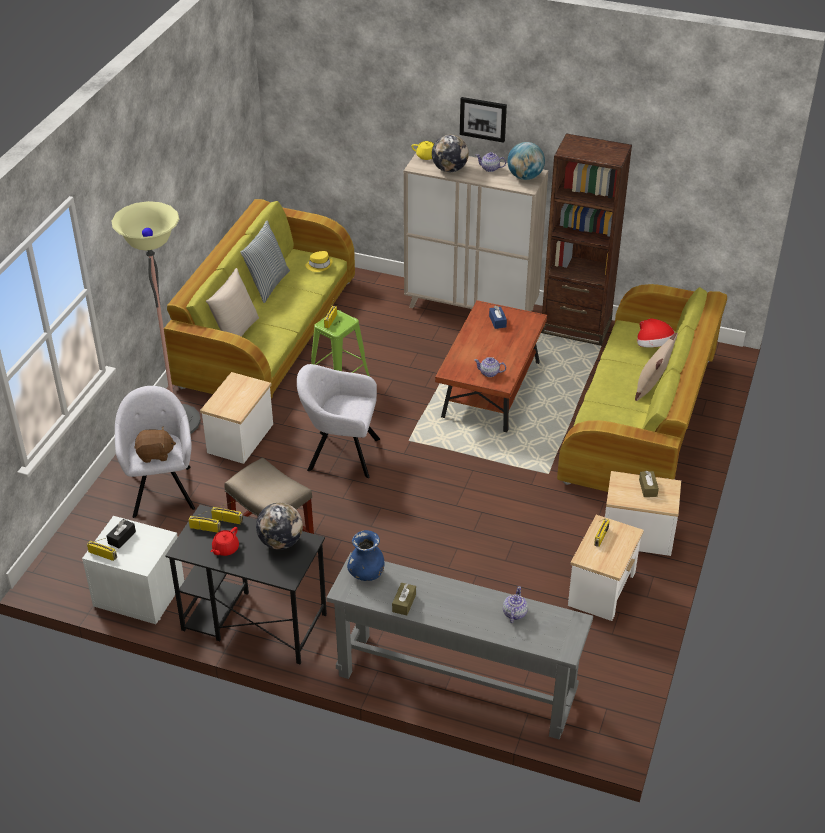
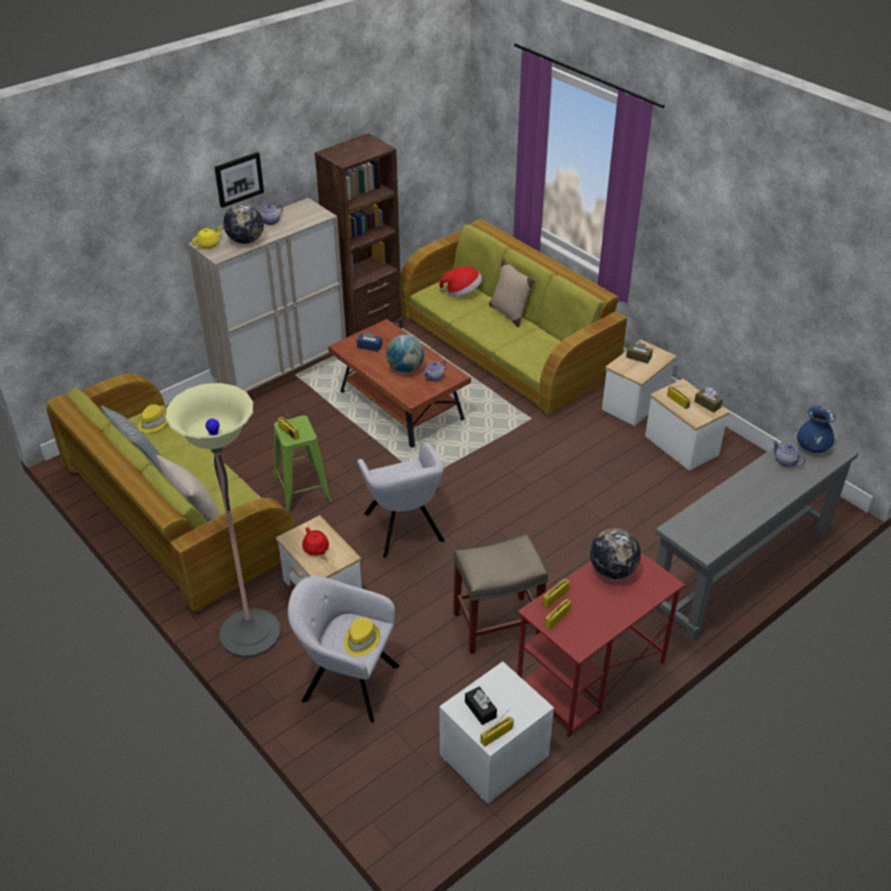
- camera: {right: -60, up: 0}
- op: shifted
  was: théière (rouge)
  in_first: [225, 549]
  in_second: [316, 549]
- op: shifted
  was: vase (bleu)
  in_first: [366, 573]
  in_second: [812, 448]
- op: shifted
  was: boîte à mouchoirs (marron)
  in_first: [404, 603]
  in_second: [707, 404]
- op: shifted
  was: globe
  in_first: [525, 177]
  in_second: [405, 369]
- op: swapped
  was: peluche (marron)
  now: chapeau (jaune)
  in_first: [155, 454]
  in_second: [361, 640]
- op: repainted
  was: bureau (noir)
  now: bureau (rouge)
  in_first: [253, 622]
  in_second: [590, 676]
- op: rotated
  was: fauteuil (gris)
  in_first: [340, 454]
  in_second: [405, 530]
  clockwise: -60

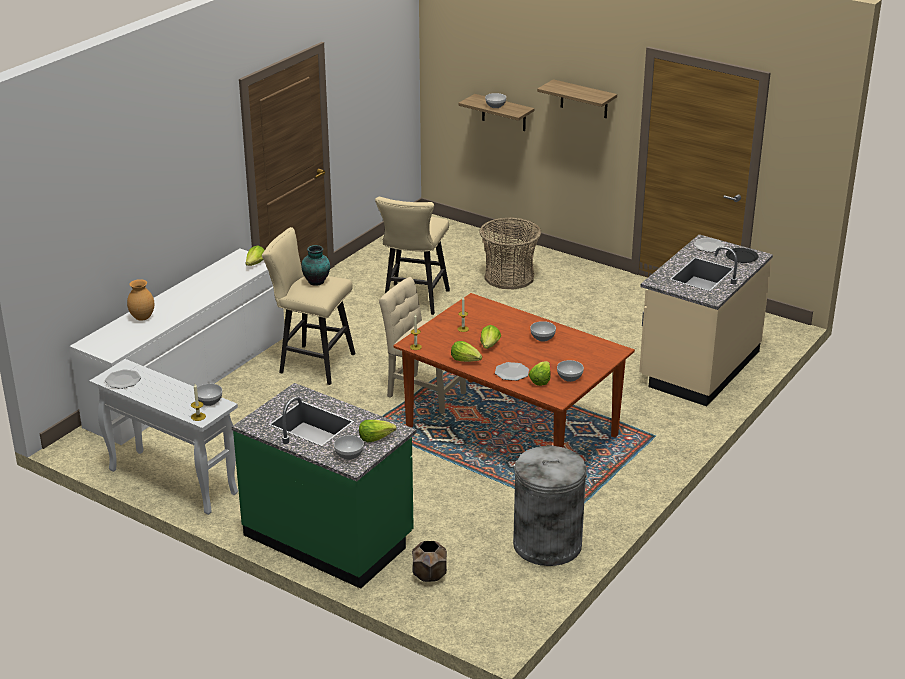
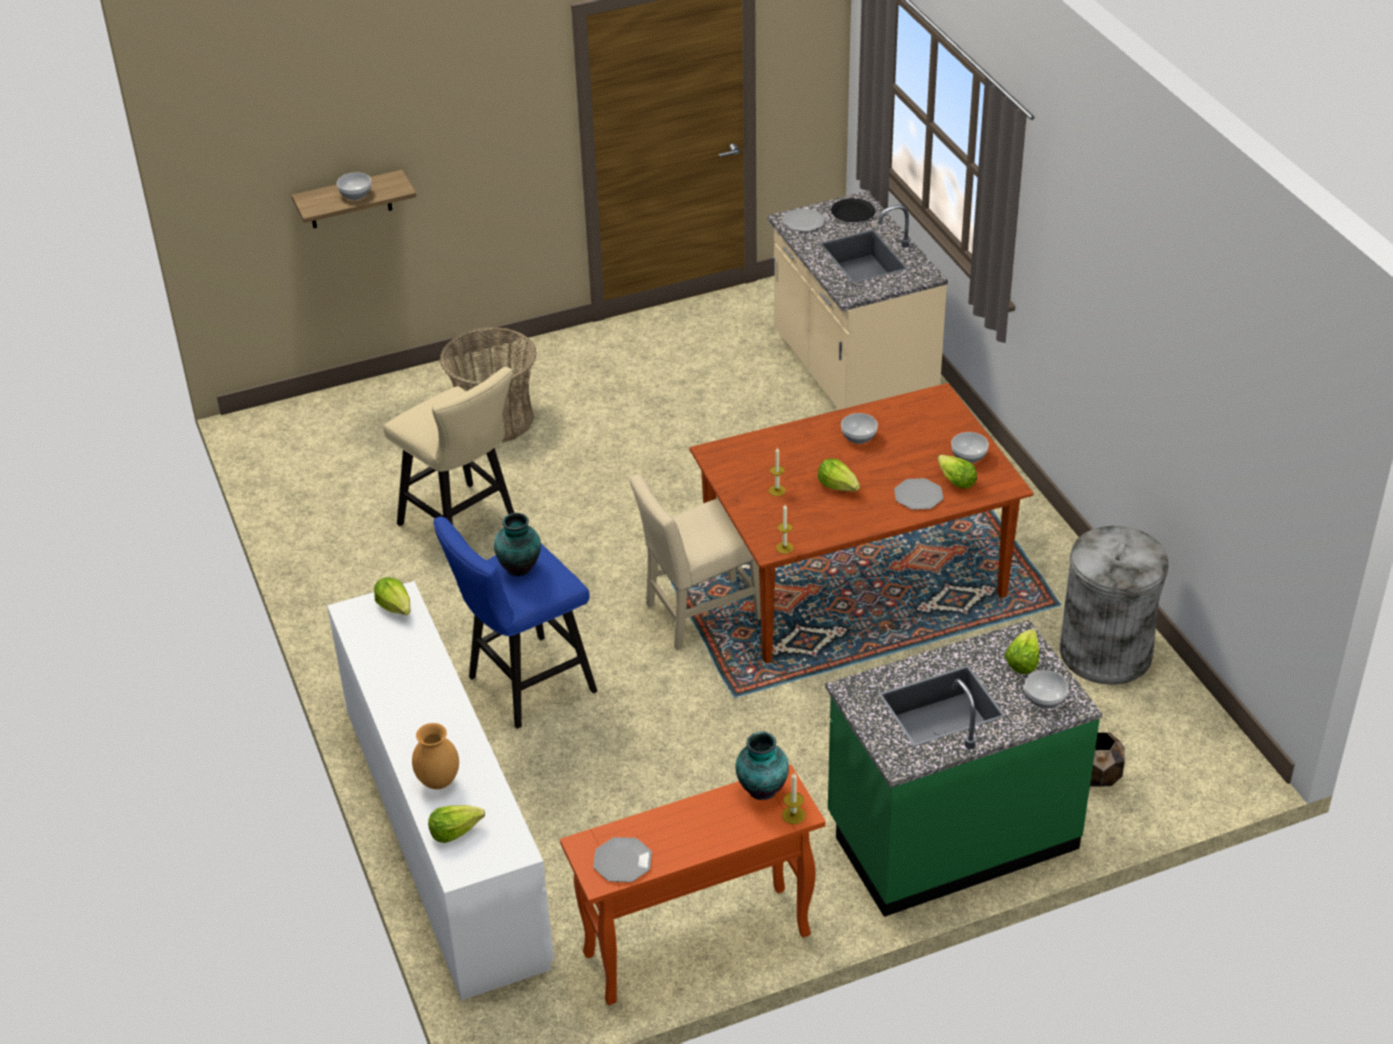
- camera: {right: -55, up: 10}
- op: gone
  was: étagère
  in_first: [584, 99]
- op: shifted
  was: laitue
  in_first: [466, 360]
  in_second: [455, 831]
- op: swapped
  was: bol
  now: vase
  in_first: [209, 401]
  in_second: [761, 790]
- op: repainted
  was: table console (blanc)
  now: table console (orange)
  in_first: [171, 481]
  in_second: [695, 946]
- op: repainted
  was: tabouret (beige)
  now: tabouret (bleu)
  in_first: [312, 363]
  in_second: [523, 687]

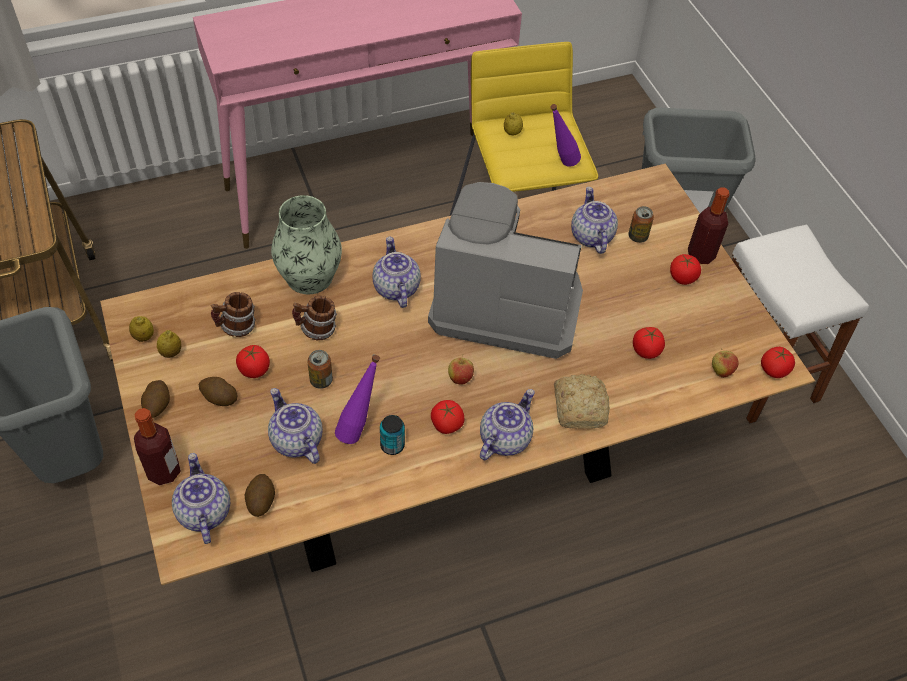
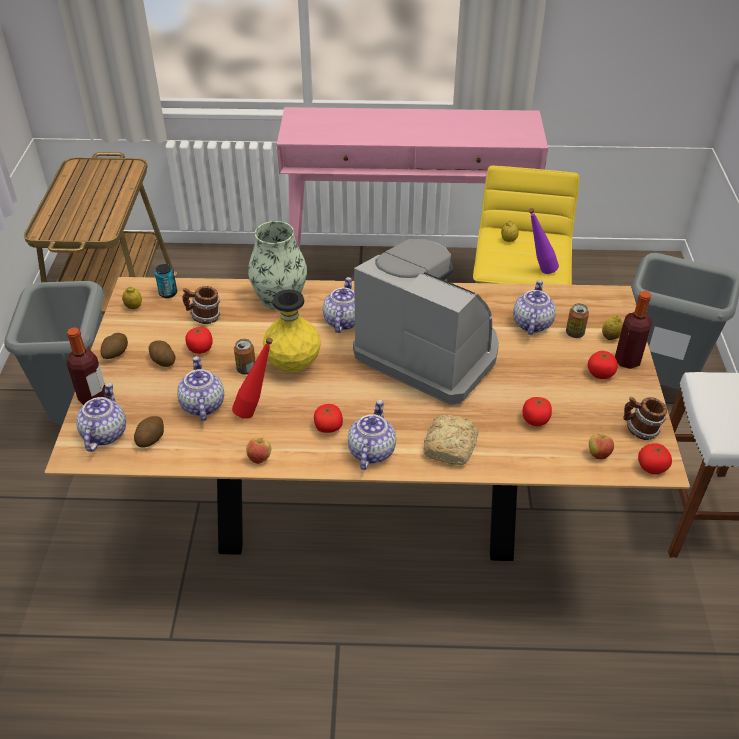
- camera: {right: 25, up: -10}
- op: new
  now: vase (jaune)
  in_second: [293, 365]
- op: shifted
  was: citron
  in_first: [171, 352]
  in_second: [610, 337]
- op: shifted
  was: mug
  in_first: [316, 330]
  in_second: [639, 430]
- op: shifted
  was: boîte métallique
  in_first: [392, 445]
  in_second: [168, 293]
- op: shifted
  was: pomme
  in_first: [460, 378]
  in_second: [260, 458]
- op: repainted
  was: bouteille (violet)
  now: bouteille (rouge)
  in_first: [359, 428]
  in_second: [256, 410]
- op: rotated
  was: théière
  in_first: [504, 438]
  in_second: [371, 451]
  clockwise: -45

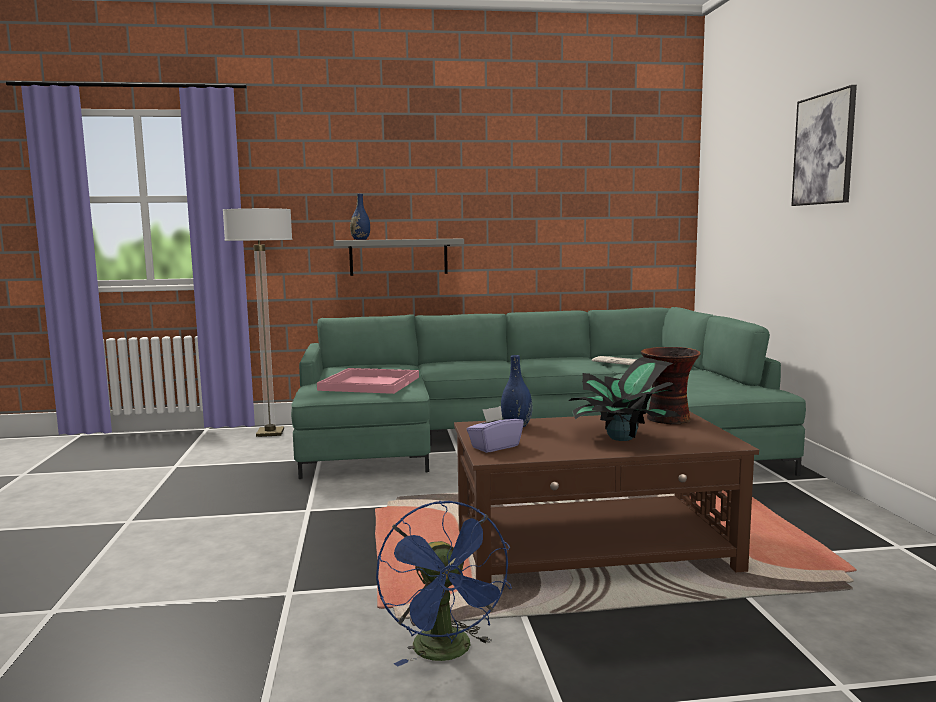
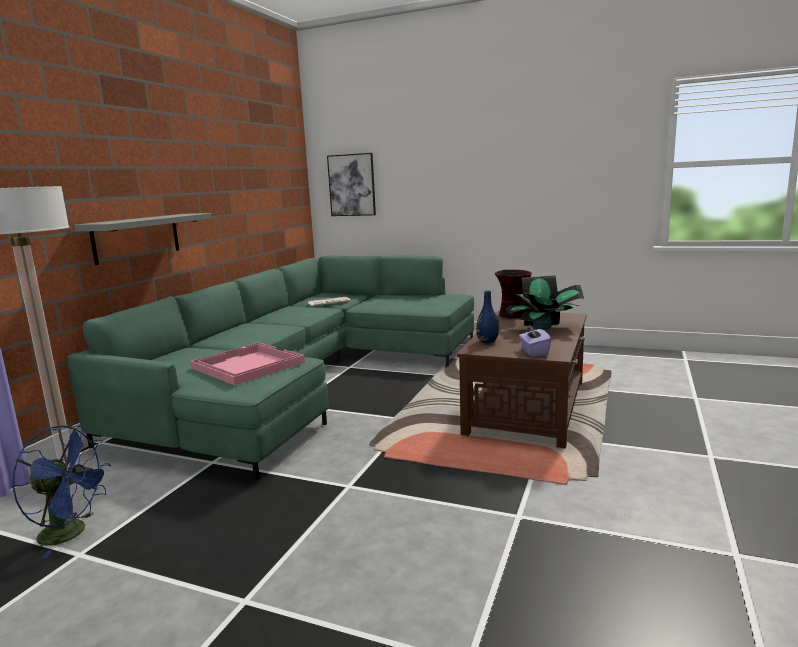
- camera: {right: -60, up: 5}
- op: gone
  was: vase (bleu)
  in_first: [360, 239]
- op: shifted
  was: ventilateur (bleu)
  in_first: [447, 653]
  in_second: [72, 533]
- op: shifted
  was: tableau
  in_first: [824, 149]
  in_second: [352, 185]

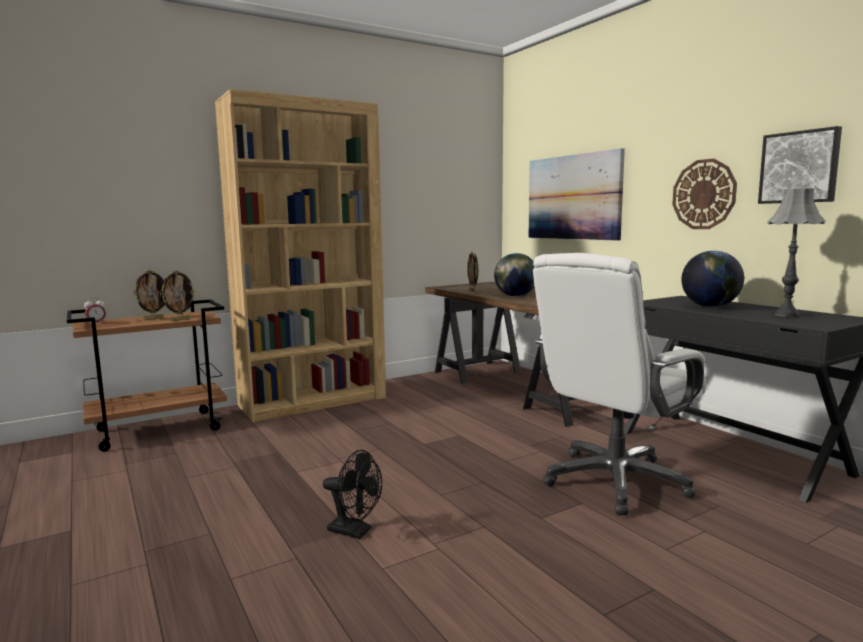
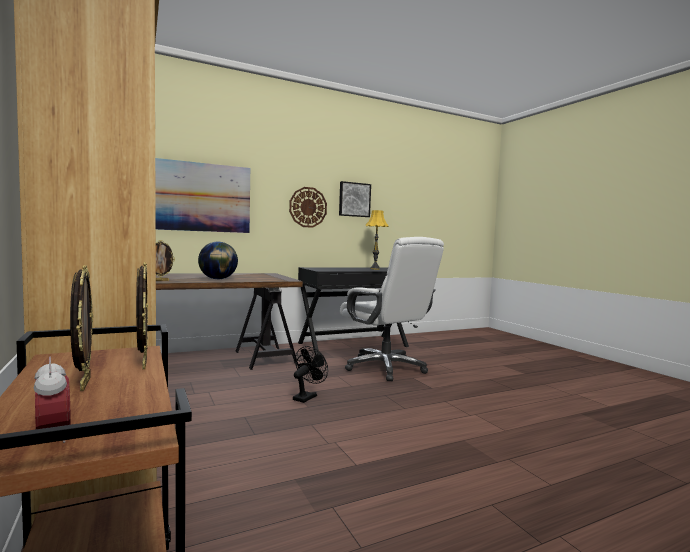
- camera: {right: -85, up: -5}
- op: gone
  was: globe
  in_first: [710, 306]
- op: shifted
  was: ventilateur (noir)
  in_first: [355, 531]
  in_second: [307, 397]
- op: repainted
  was: lampe de table (gris)
  now: lampe de table (jaune)
  in_first: [786, 315]
  in_second: [375, 269]

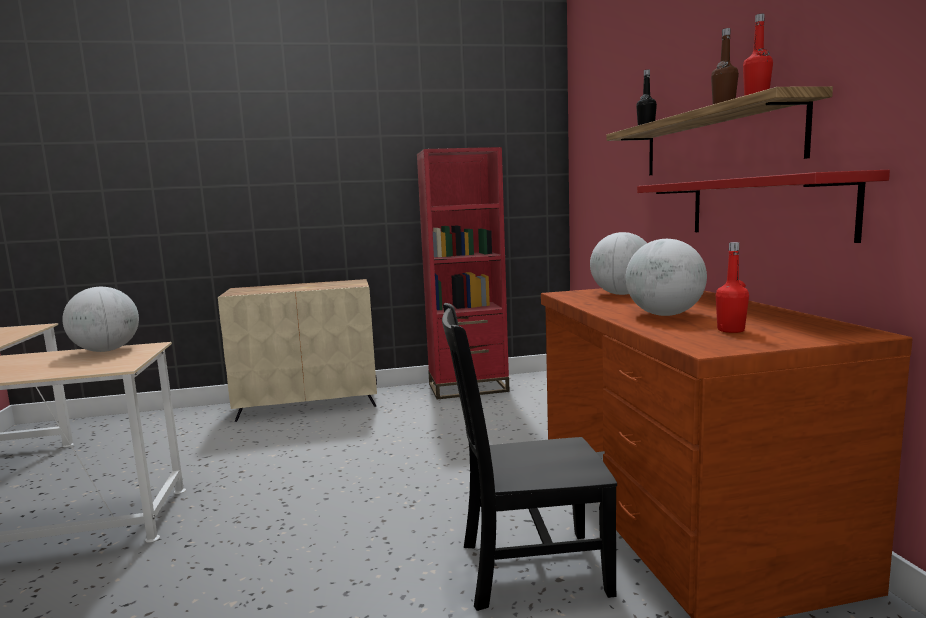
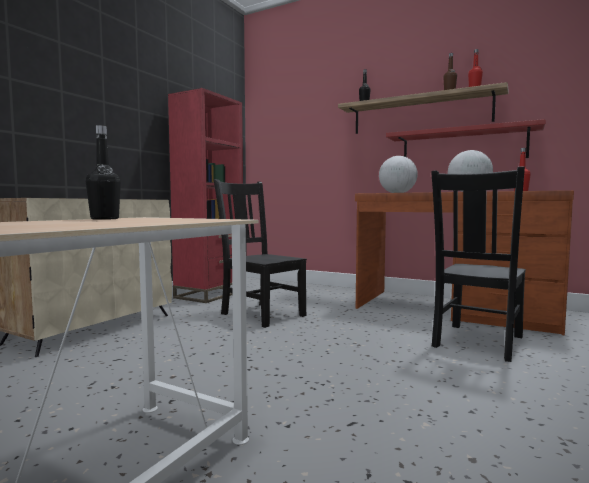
- camera: {right: -50, up: -5}
- op: new
  now: chaise (noir)
  in_second: [261, 314]
- op: swapped
  was: globe
  now: bouteille (noir)
  in_first: [106, 350]
  in_second: [104, 219]

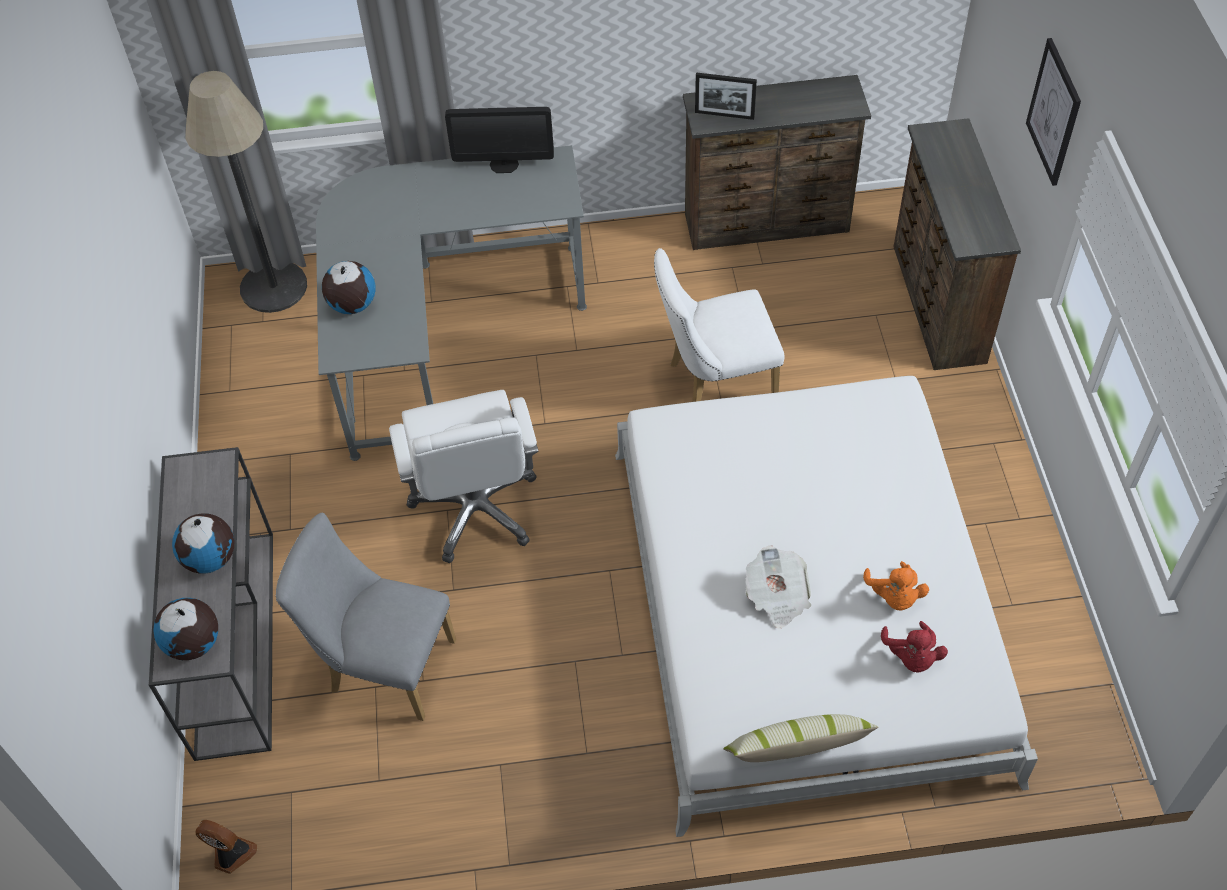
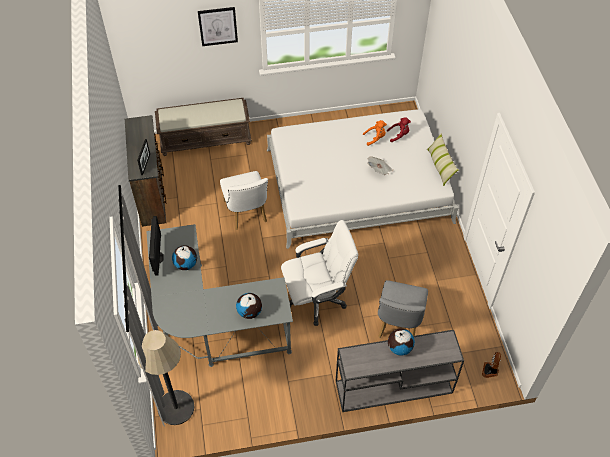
- camera: {right: -95, up: 0}
- op: shifted
  was: globe
  in_first: [194, 644]
  in_second: [186, 264]
- op: swapped
  was: commode (marron)
  now: banc (marron)
  in_first: [936, 304]
  in_second: [206, 139]

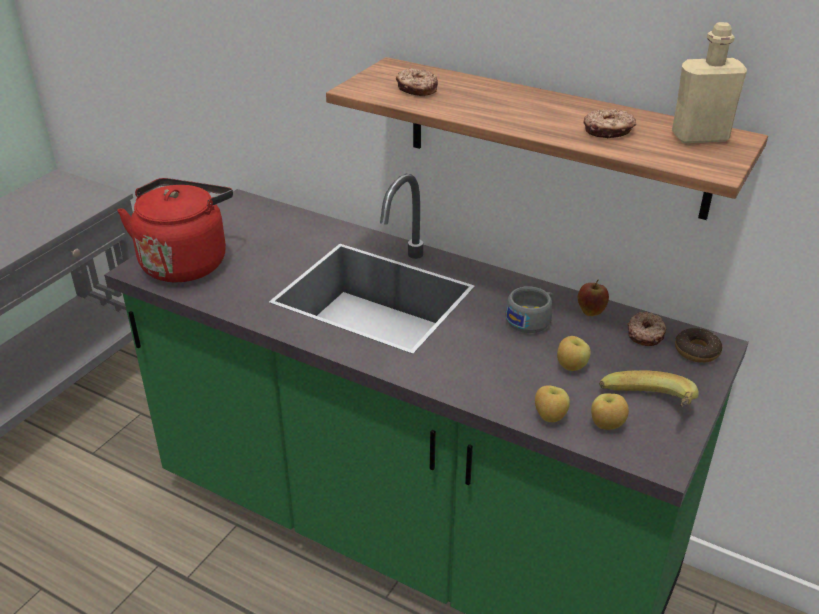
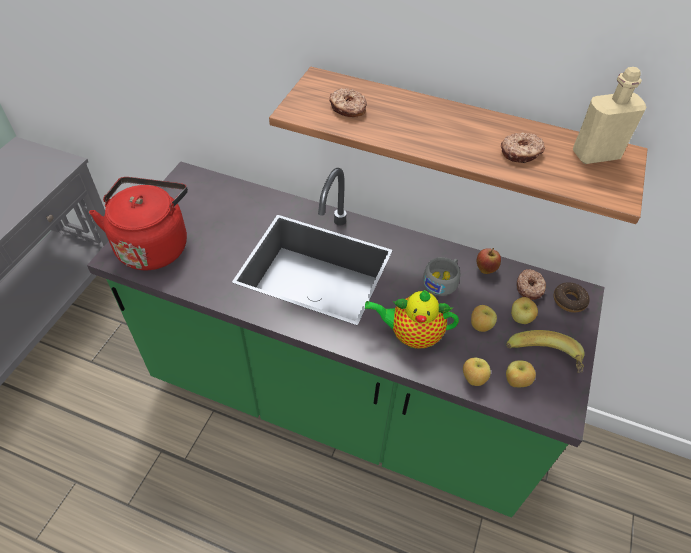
- camera: {right: -10, up: 15}
- op: new
  now: théière
  in_second: [411, 335]
- op: new
  now: pomme
  in_second: [520, 319]

